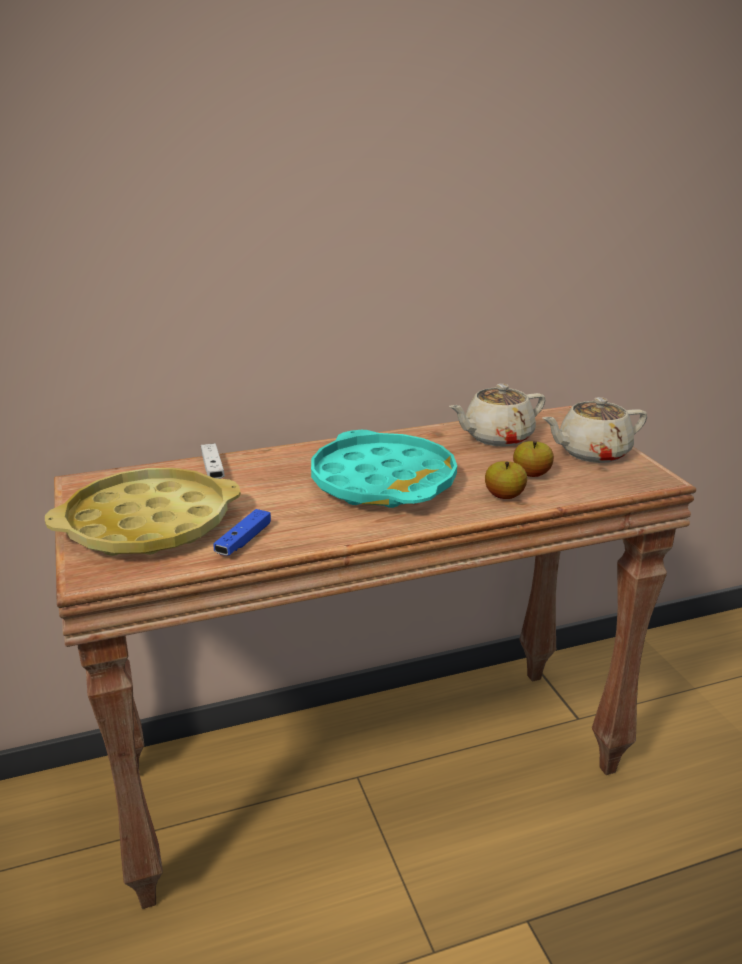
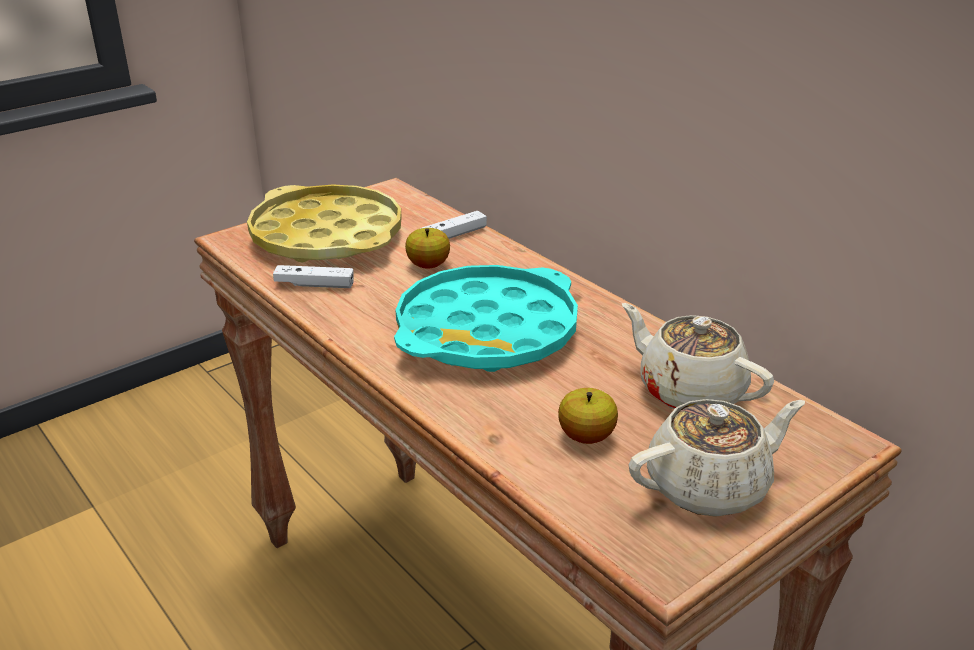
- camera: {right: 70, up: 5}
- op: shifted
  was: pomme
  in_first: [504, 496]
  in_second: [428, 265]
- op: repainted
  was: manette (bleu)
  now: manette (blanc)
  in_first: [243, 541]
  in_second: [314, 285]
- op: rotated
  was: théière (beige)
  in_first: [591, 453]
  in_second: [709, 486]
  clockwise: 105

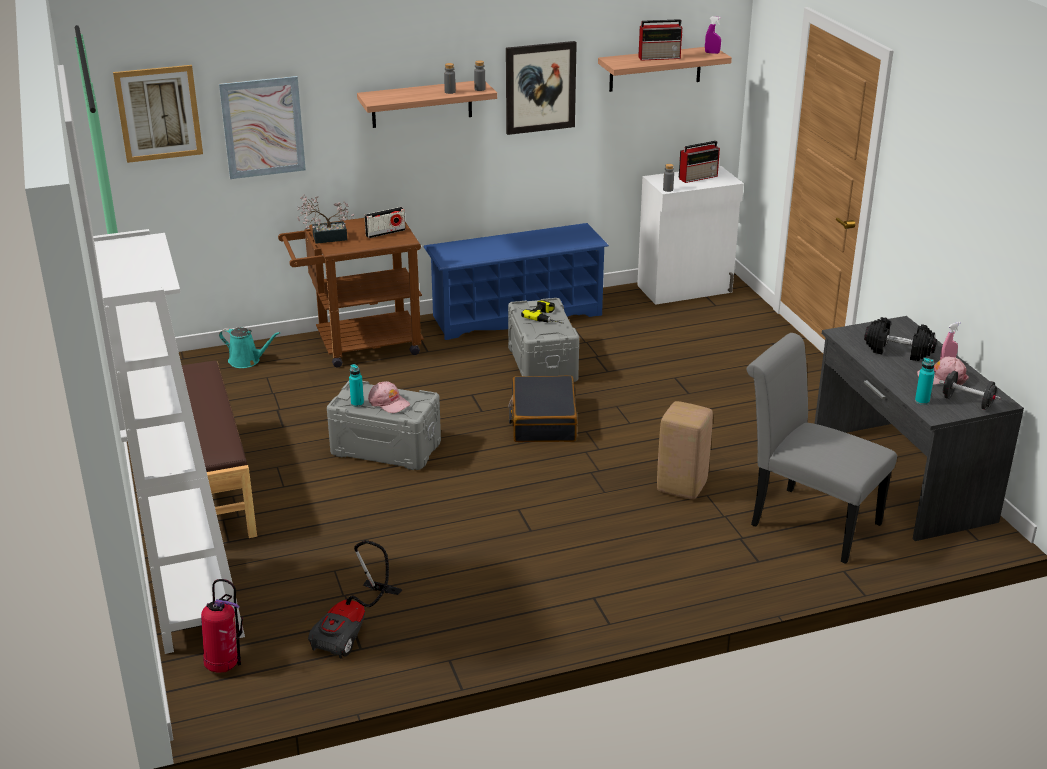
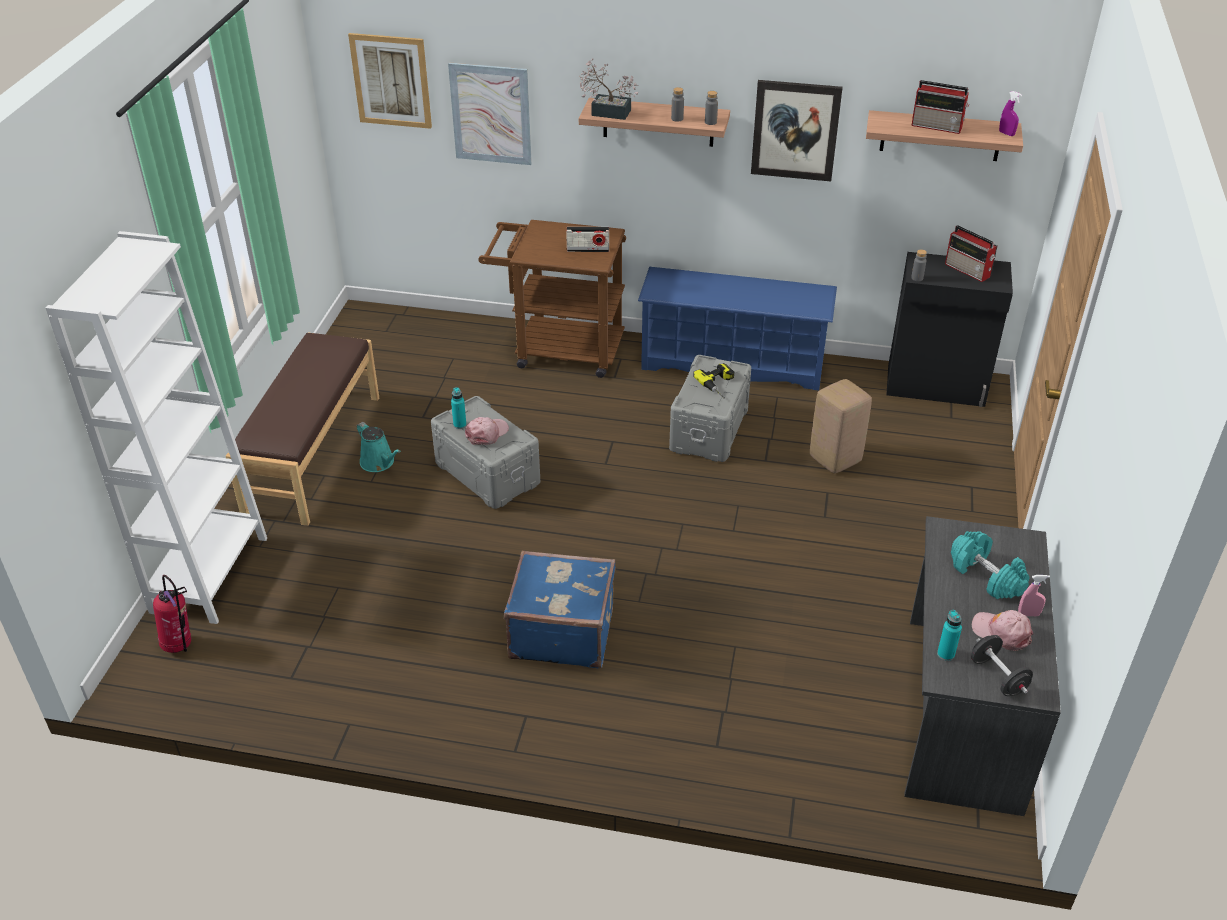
- camera: {right: 30, up: 10}
- op: gone
  was: aspirateur
  in_first: [355, 628]
- op: gone
  was: valise (noir)
  in_first: [543, 421]
- op: gone
  was: chaise (gris)
  in_first: [807, 521]
- op: new
  now: valise (bleu)
  in_second: [561, 631]
- op: shifted
  was: arrosoir (turquoise)
  in_first: [247, 361]
  in_second: [379, 463]
- op: shifted
  was: plante en pot
  in_first: [325, 238]
  in_second: [606, 112]
- op: shifted
  was: tabouret (beige)
  in_first: [682, 487]
  in_second: [836, 459]
- op: repainted
  was: meuble de rangement (blanc)
  now: meuble de rangement (noir)
  in_first: [686, 289]
  in_second: [936, 386]
- op: repainted
  was: haltère (noir)
  now: haltère (turquoise)
  in_first: [898, 351]
  in_second: [987, 576]
- op: rotated
  was: casquette (rose)
  in_first: [388, 402]
  in_second: [487, 433]
  clockwise: -120
- op: rotated
  was: radio
  in_first: [698, 177]
  in_second: [968, 270]
  clockwise: 45

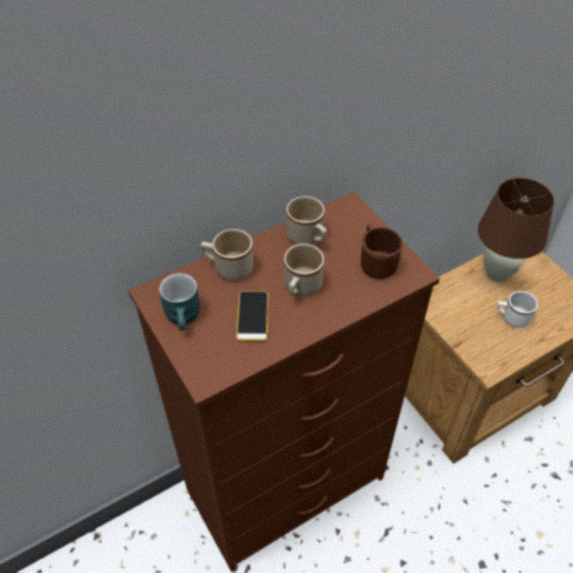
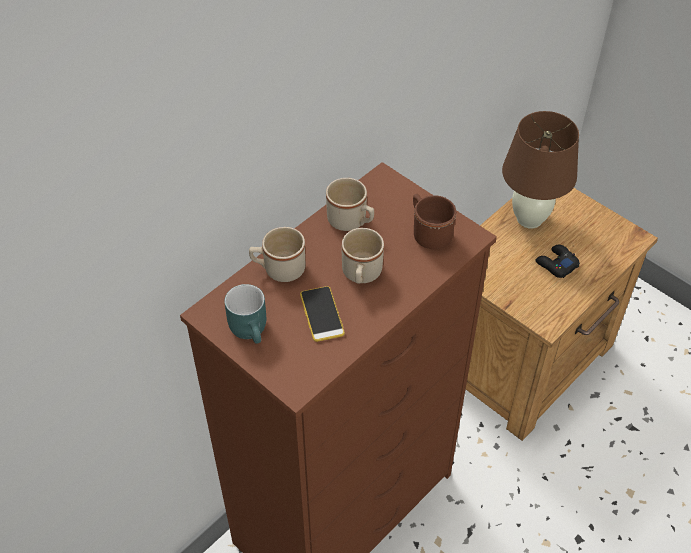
- camera: {right: -15, up: 0}
- op: swapped
  was: mug (blanc)
  now: manette (noir)
  in_first: [511, 318]
  in_second: [556, 264]

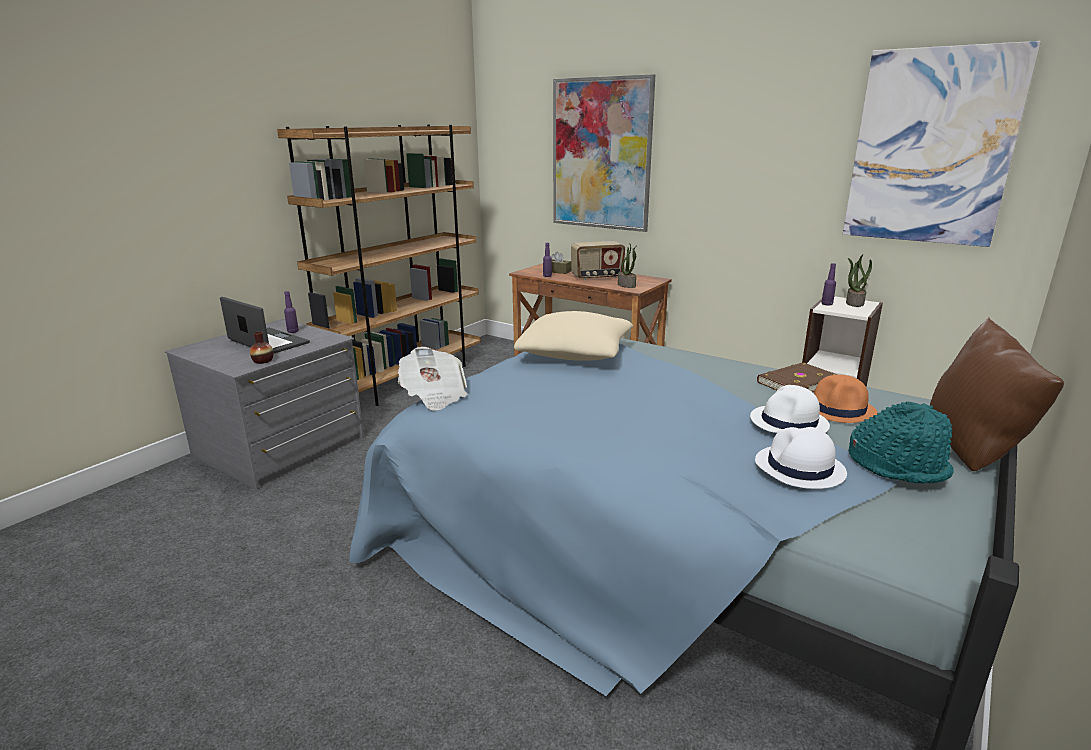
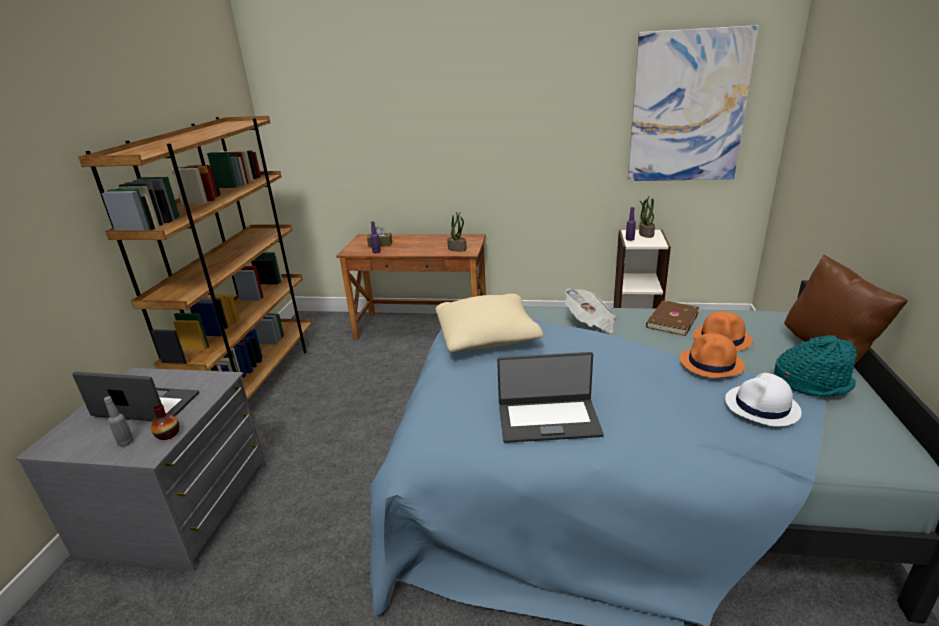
- camera: {right: -25, up: 5}
- op: gone
  was: bouteille (violet)
  in_first: [293, 331]
- op: gone
  was: tableau
  in_first: [601, 154]
- op: gone
  was: radio
  in_first: [597, 277]
- op: new
  now: bouteille (gris)
  in_second: [126, 442]
- op: new
  now: ordinateur portable
  in_second: [548, 420]
- op: shifted
  was: journal
  in_first: [434, 396]
  in_second: [590, 323]
- op: repainted
  was: chapeau (blanc)
  now: chapeau (orange)
  in_first: [789, 422]
  in_second: [711, 363]

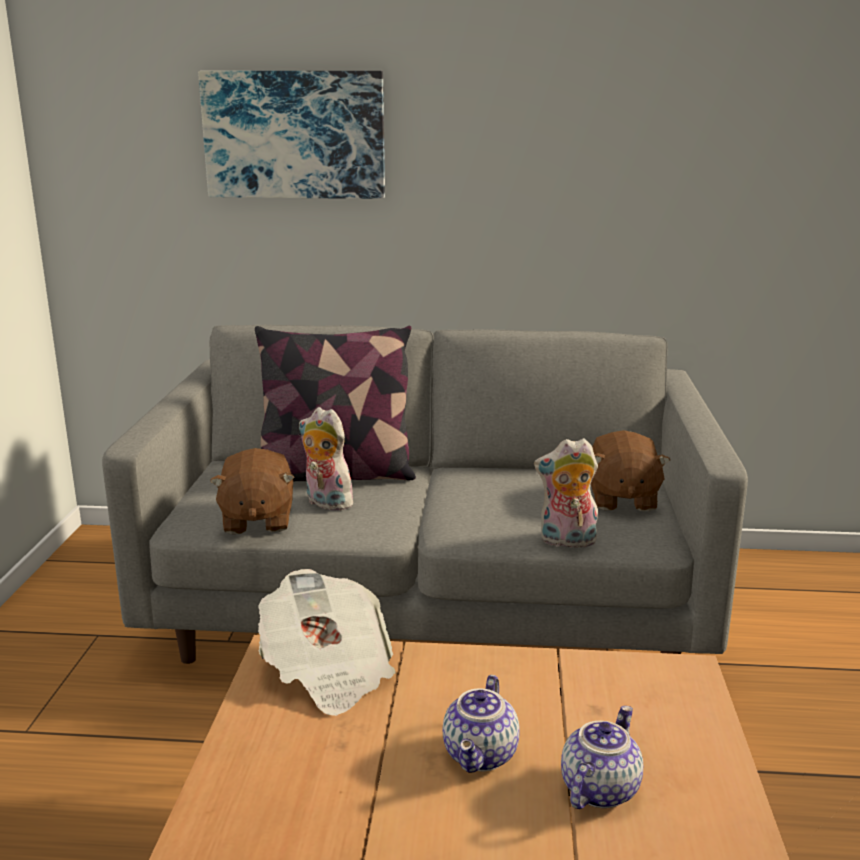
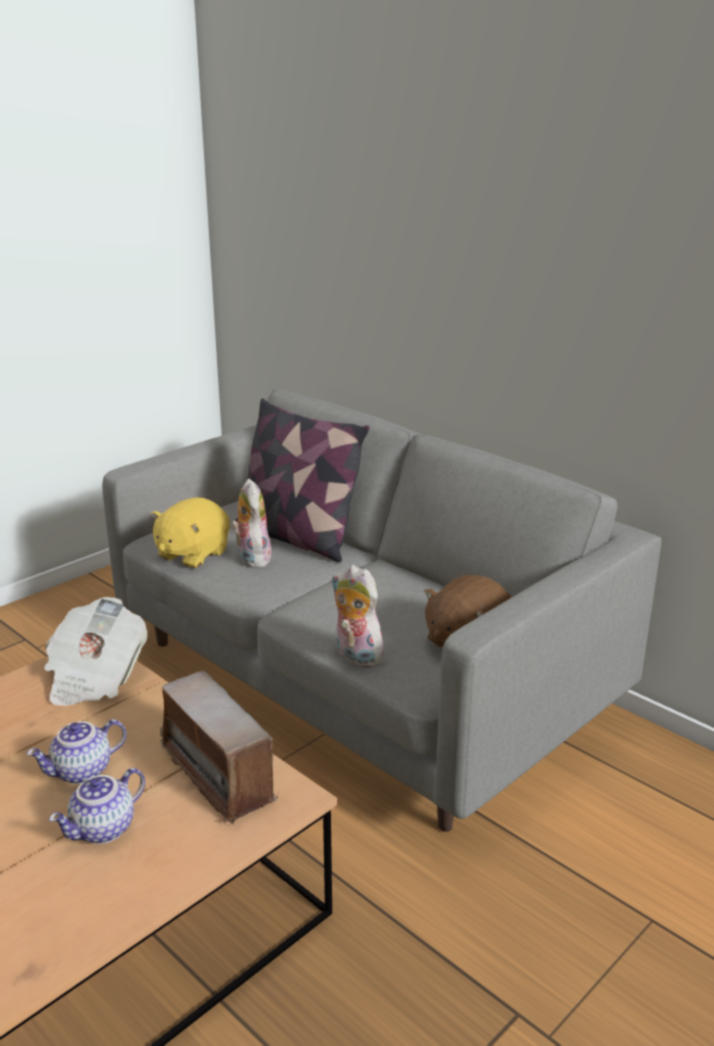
- camera: {right: 40, up: 5}
- op: gone
  was: tableau
  in_first: [295, 135]
- op: new
  now: radio
  in_second: [219, 774]
- op: repainted
  was: peluche (marron)
  now: peluche (jaune)
  in_first: [256, 520]
  in_second: [192, 554]
- op: rotated
  was: théière
  in_first: [598, 788]
  in_second: [103, 830]
  clockwise: 150

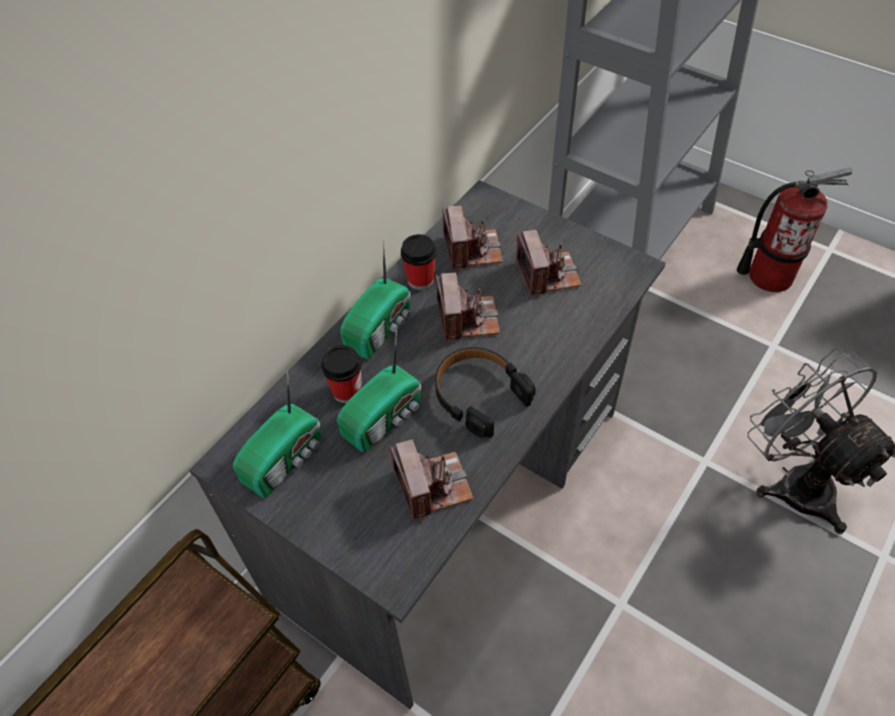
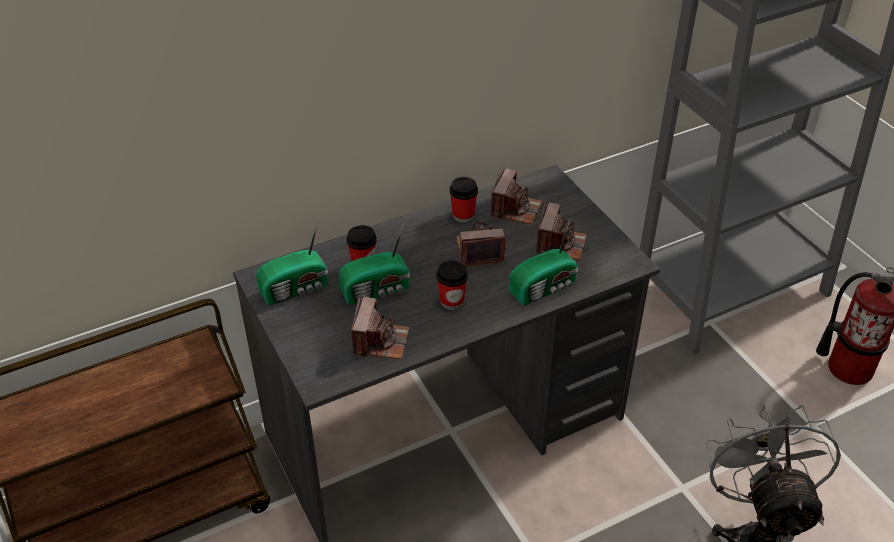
- camera: {right: 25, up: -10}
- op: shifted
  was: radio
  in_first: [381, 328]
  in_second: [545, 288]
- op: swapped
  was: casque audio (noir)
  now: tasse
  in_first: [479, 395]
  in_second: [451, 301]
- op: rotated
  was: appareil photo
  in_first: [467, 319]
  in_second: [478, 251]
  clockwise: -120

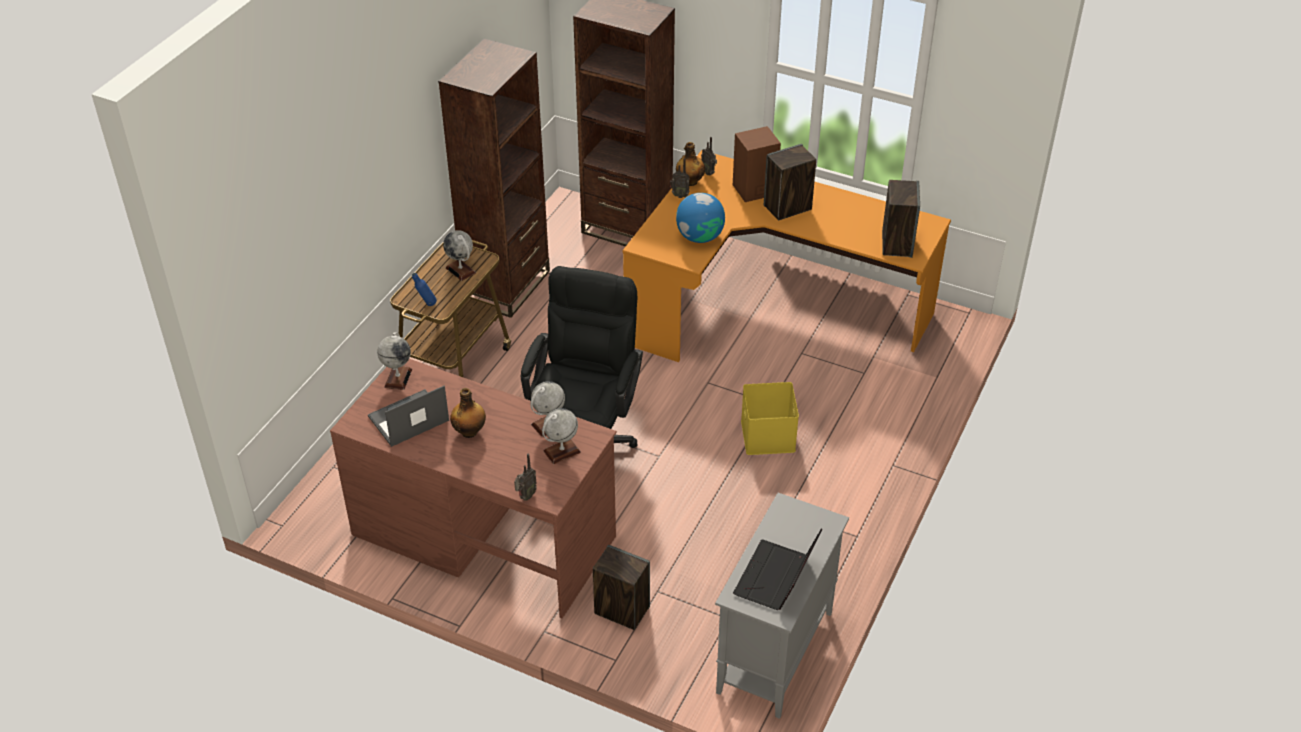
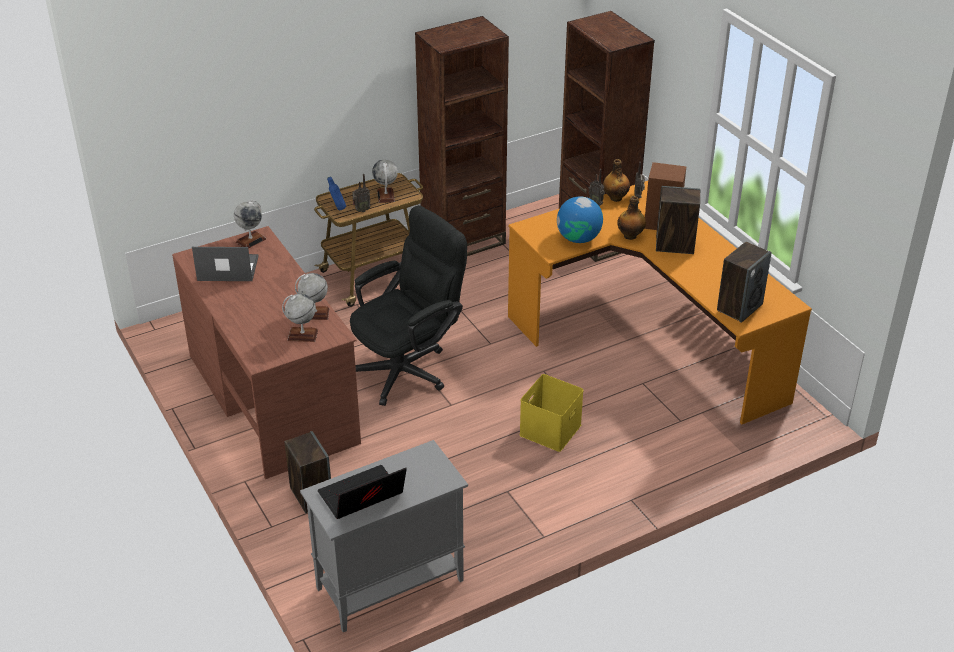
- camera: {right: 35, up: -5}
- op: shifted
  was: bouteille
  in_first: [470, 431]
  in_second: [630, 236]
- op: shifted
  was: radio
  in_first: [525, 496]
  in_second: [361, 210]

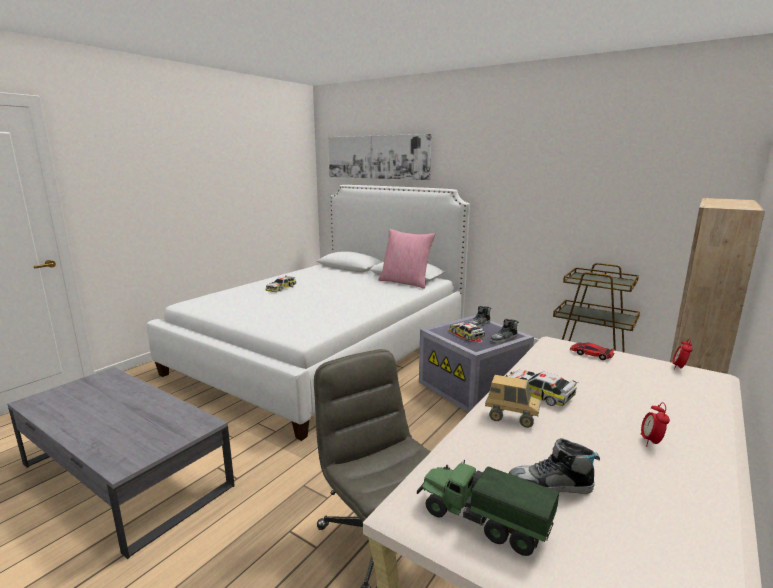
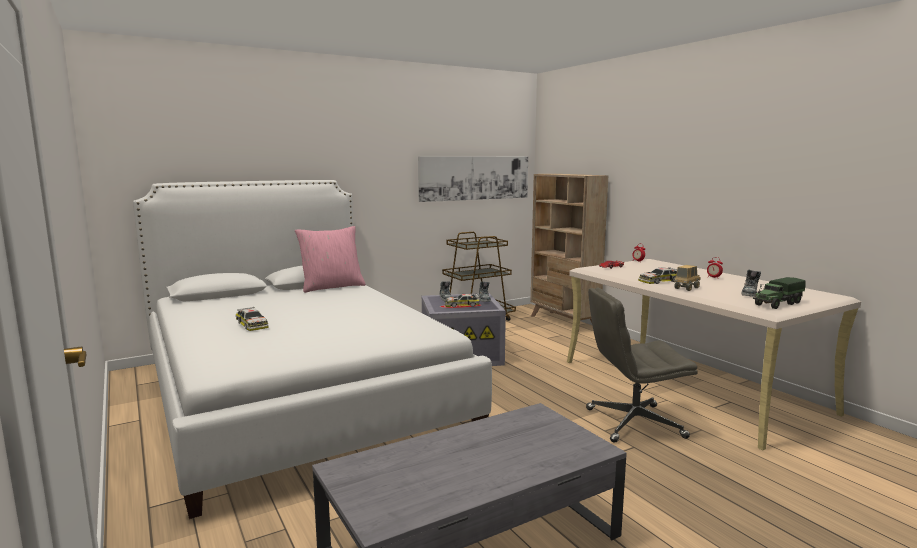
- camera: {right: -65, up: -5}
- op: shifted
  was: tableau
  in_first: [377, 157]
  in_second: [475, 178]

